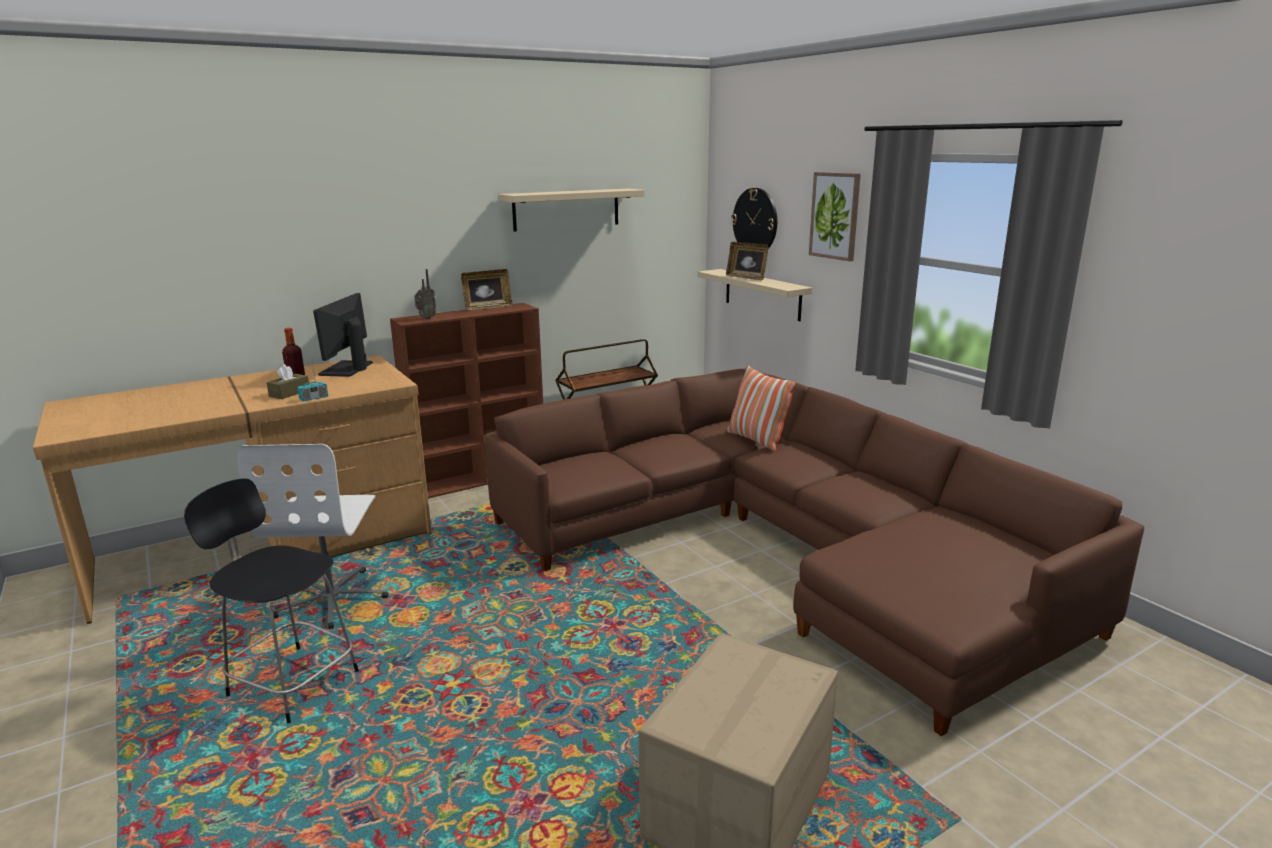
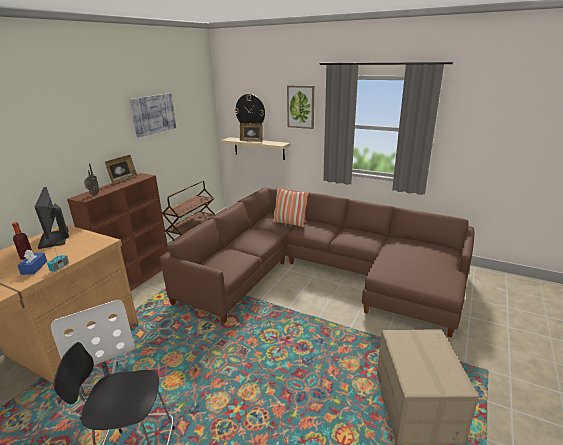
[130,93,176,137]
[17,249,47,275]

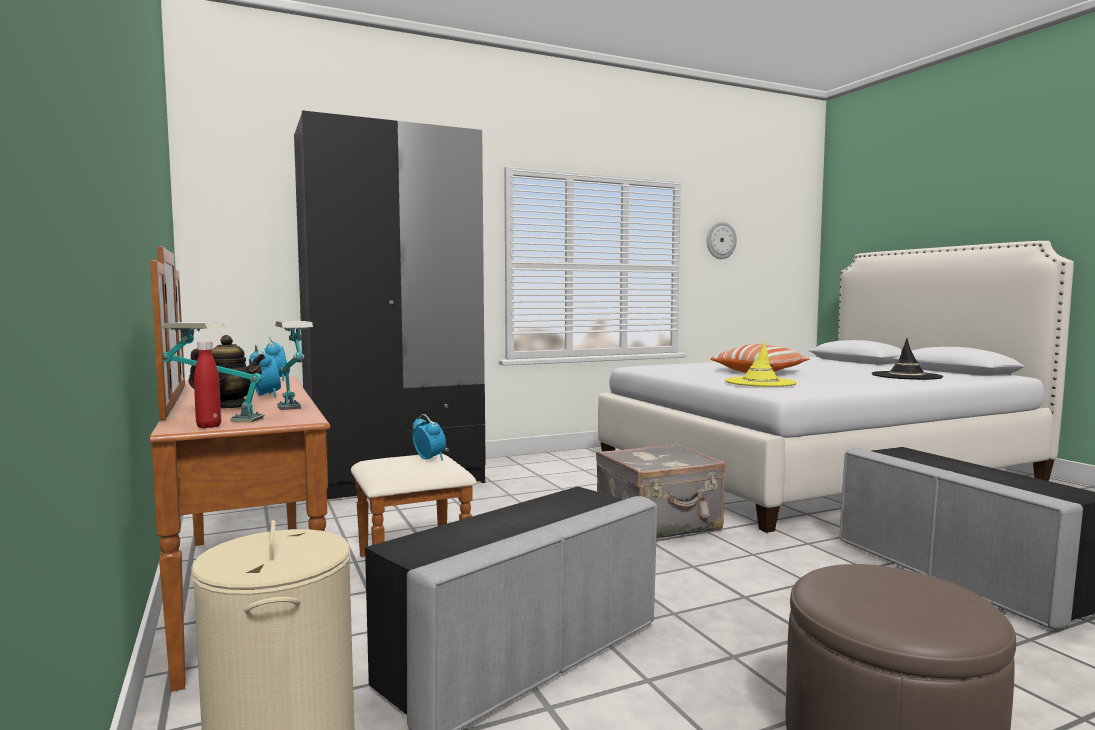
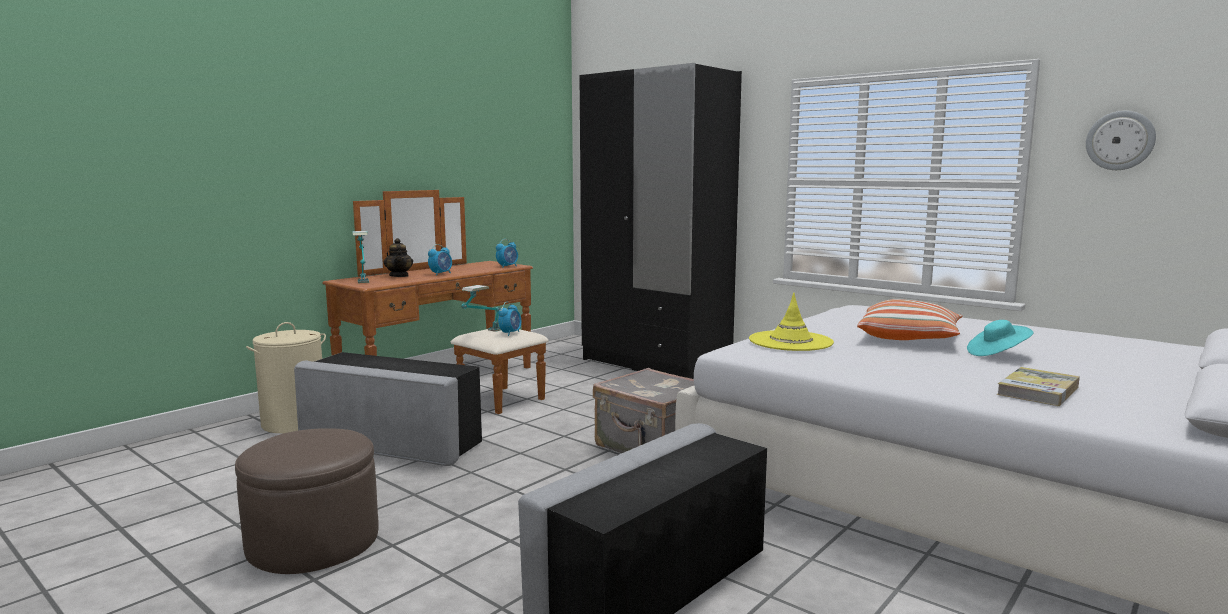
[462,285,501,332]
[997,367,1080,406]
[194,341,221,428] (first image)
[967,320,1034,356]

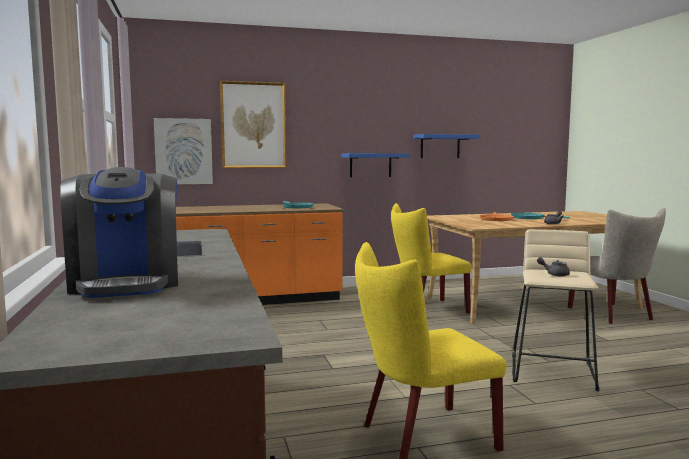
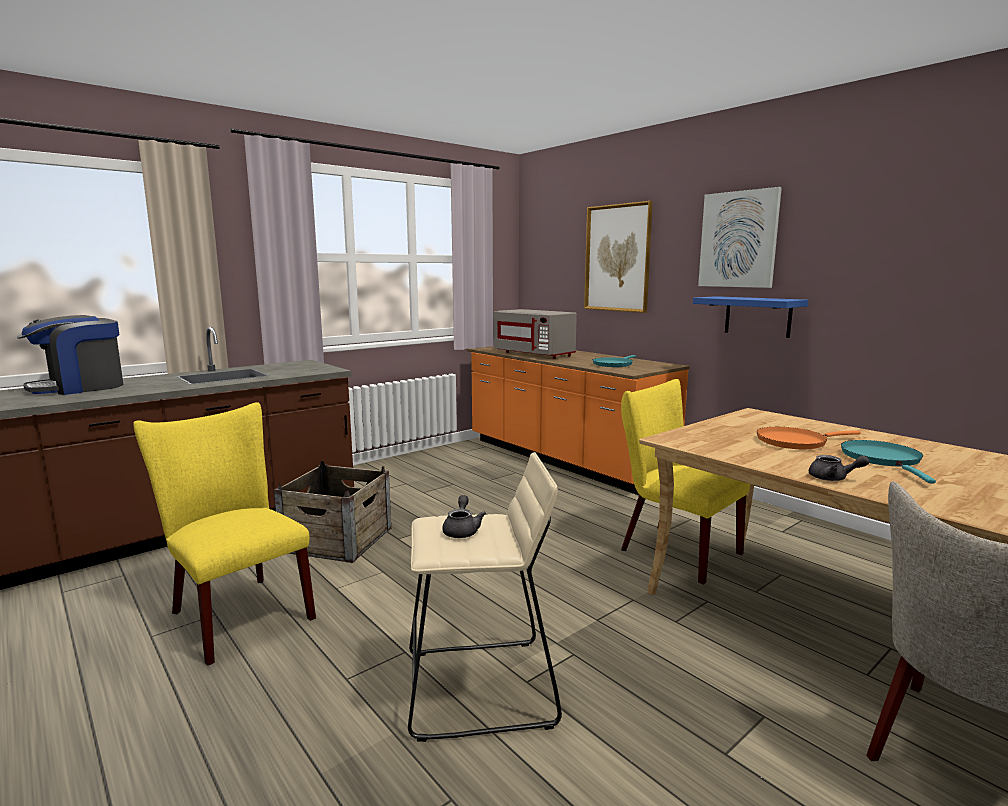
[698,187,782,288]
[413,134,480,158] (first image)
[494,309,577,359]
[274,461,391,563]

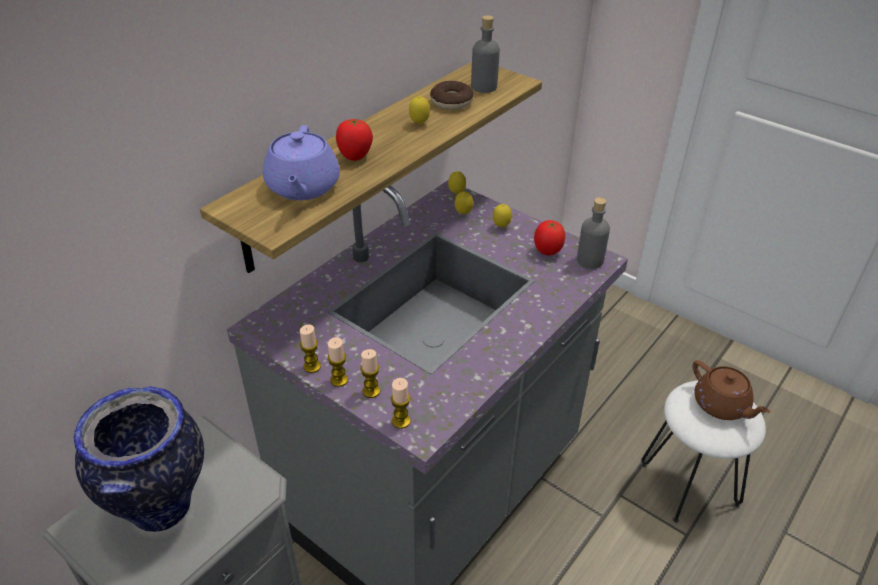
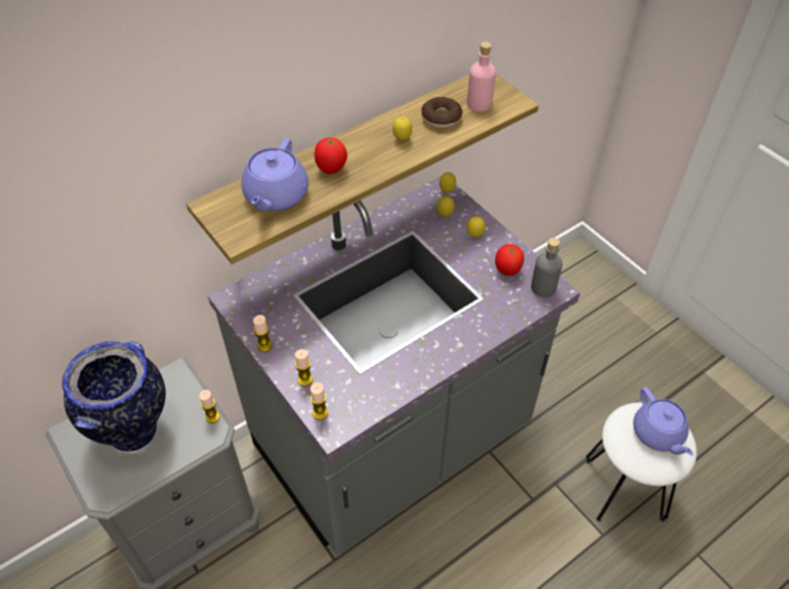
[467,42,496,112]
[199,390,220,423]
[633,387,693,456]

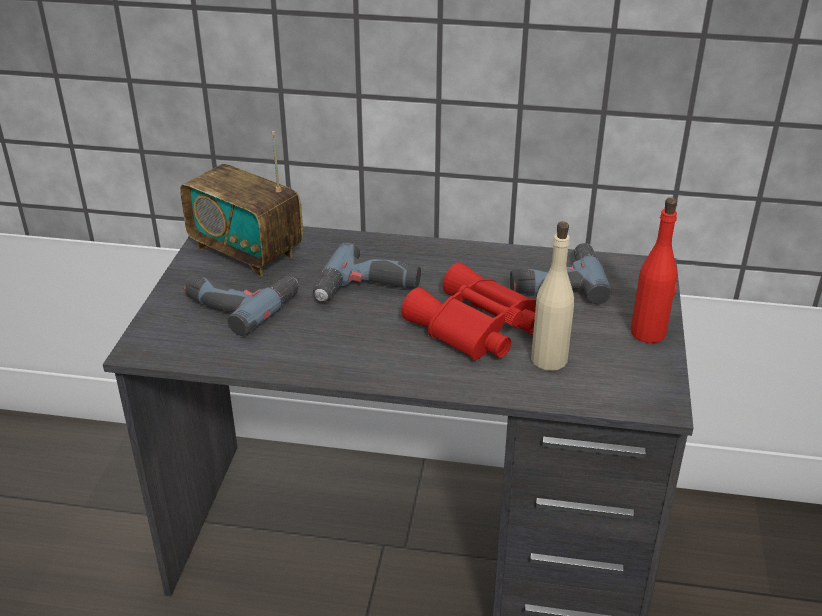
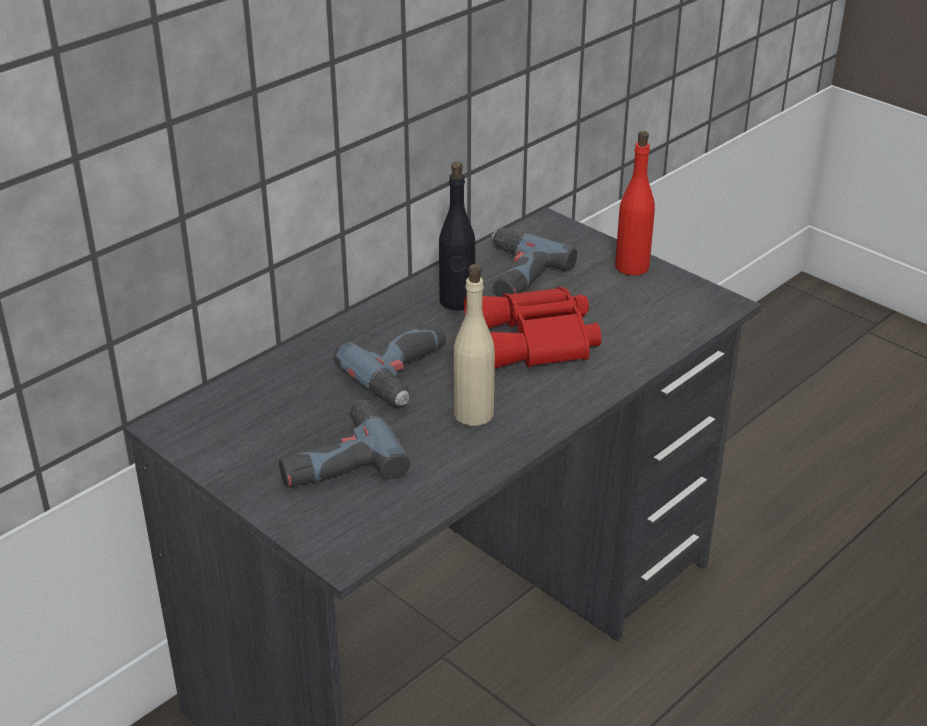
[180,131,303,276] (first image)
[454,264,495,426]
[439,162,475,310]

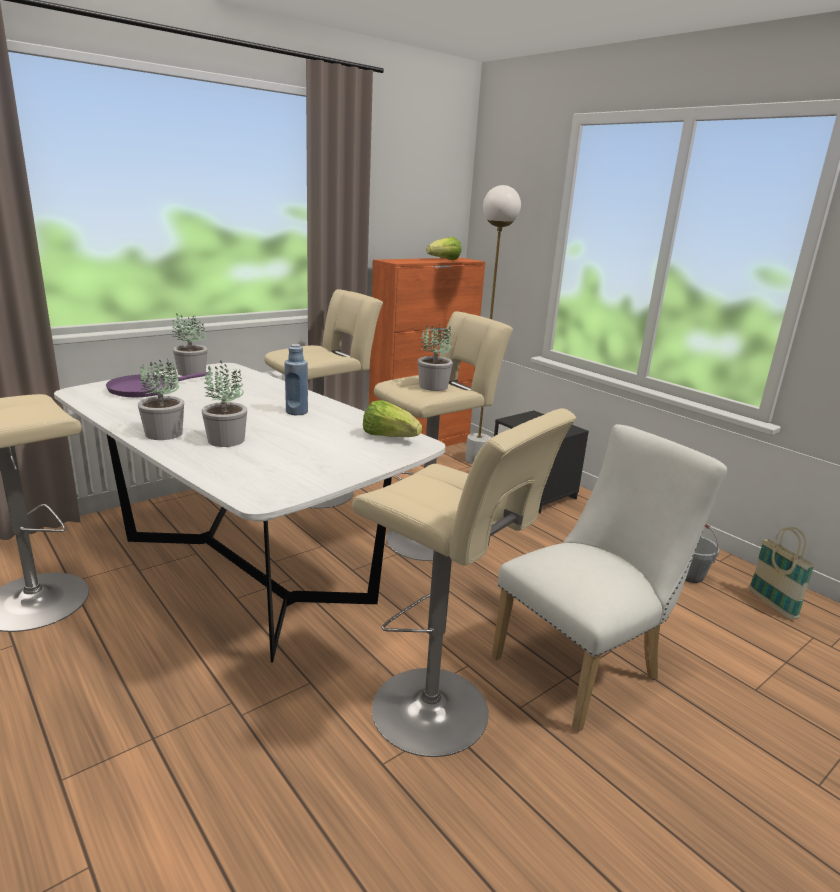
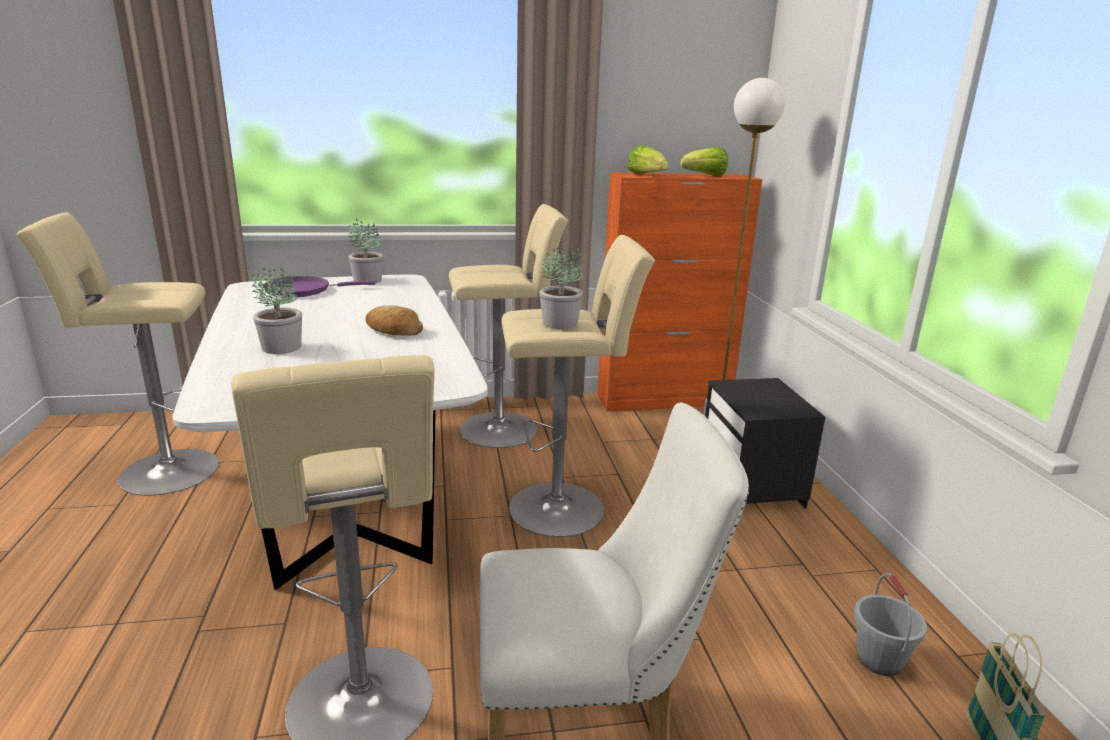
[365,305,423,336]
[138,359,184,440] (first image)
[627,145,668,174]

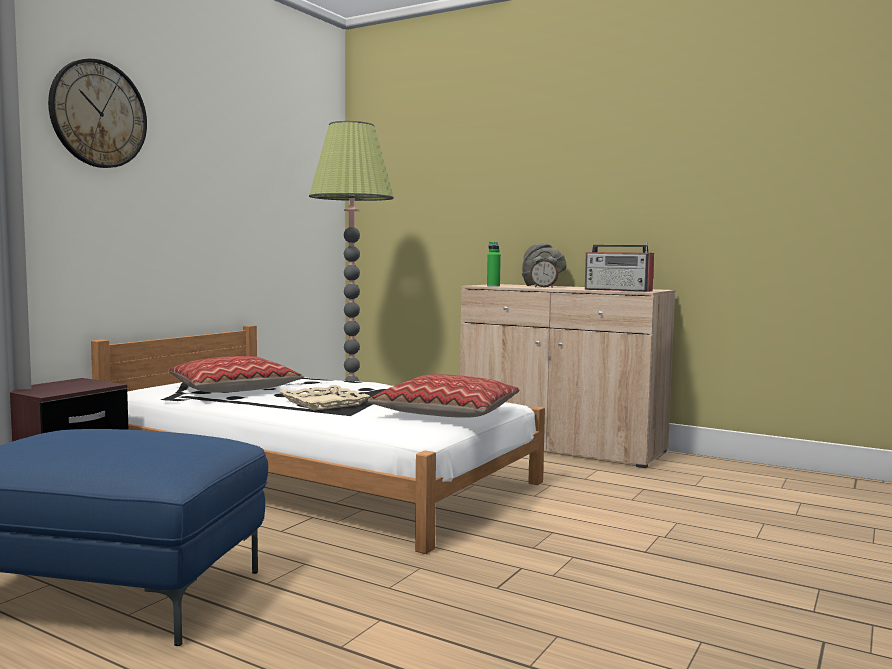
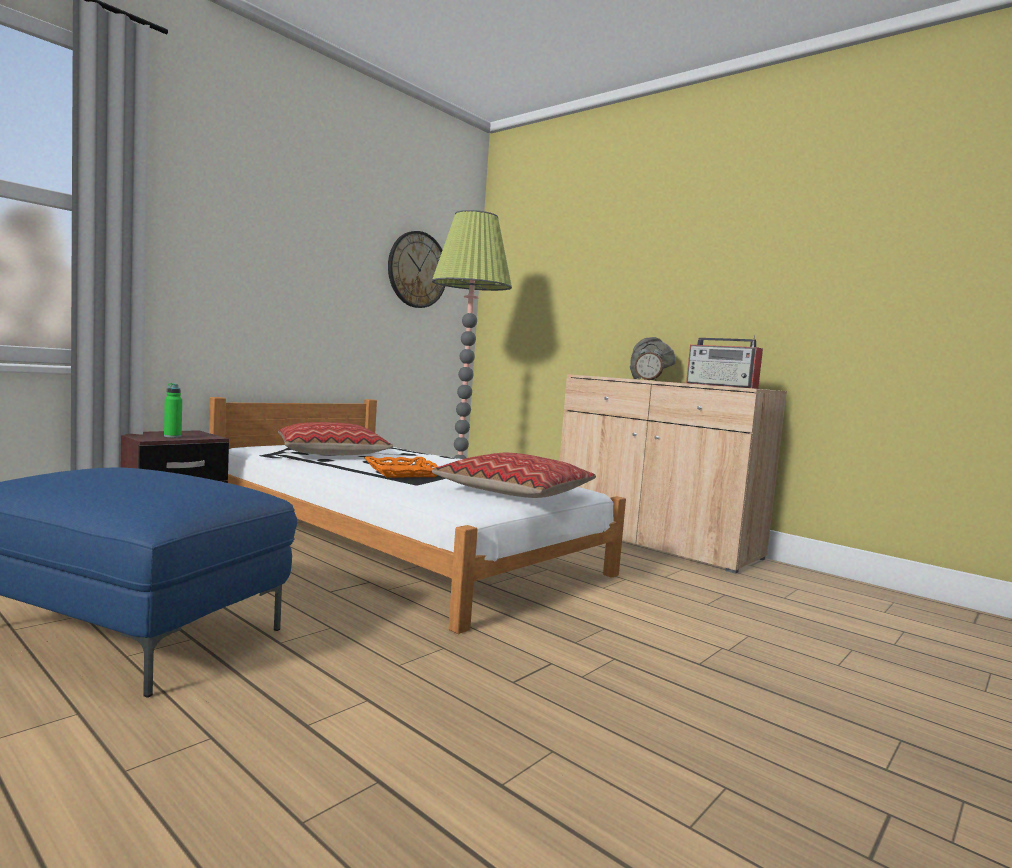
[388,231,445,308]
[164,383,182,438]
[364,456,440,478]

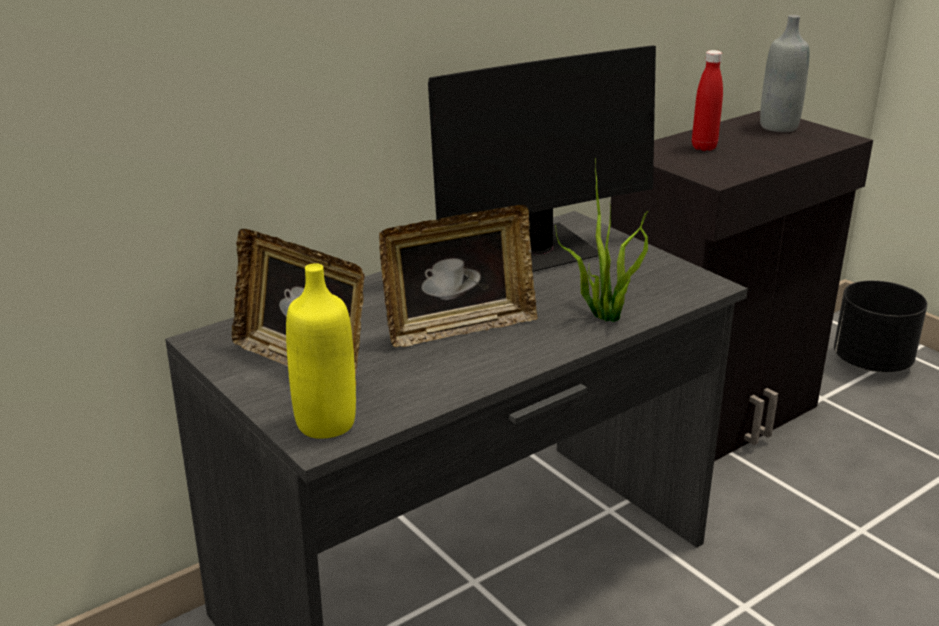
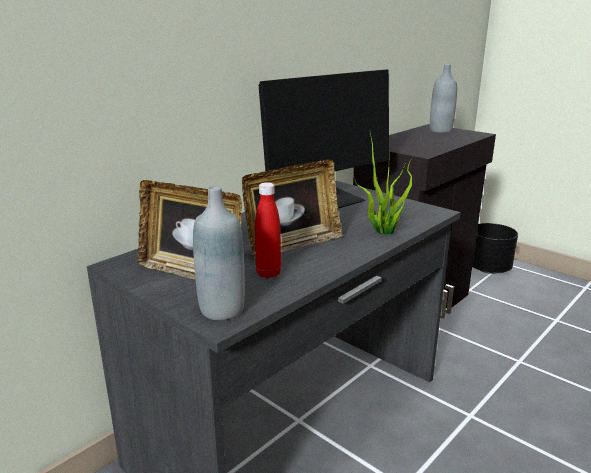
[255,182,281,278]
[193,186,245,320]

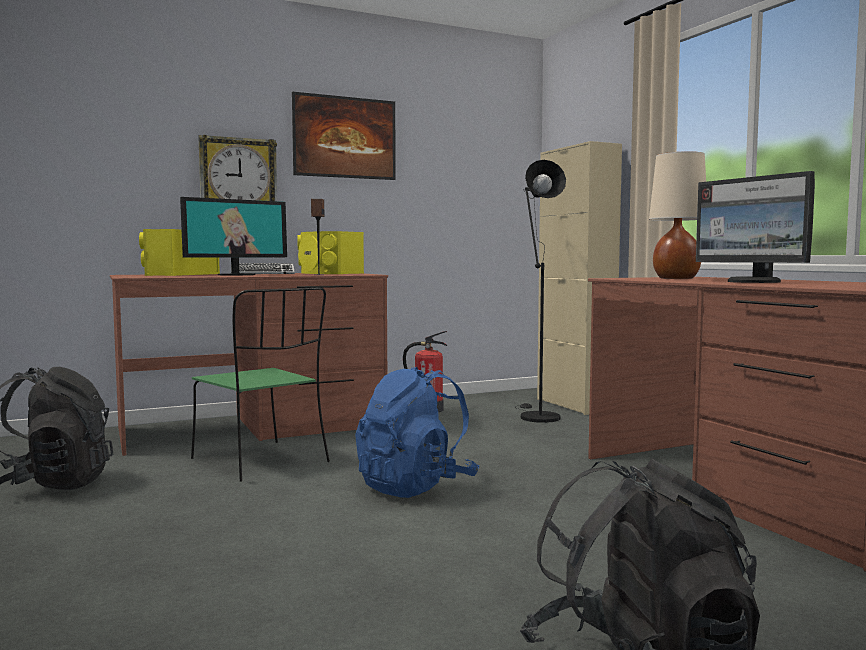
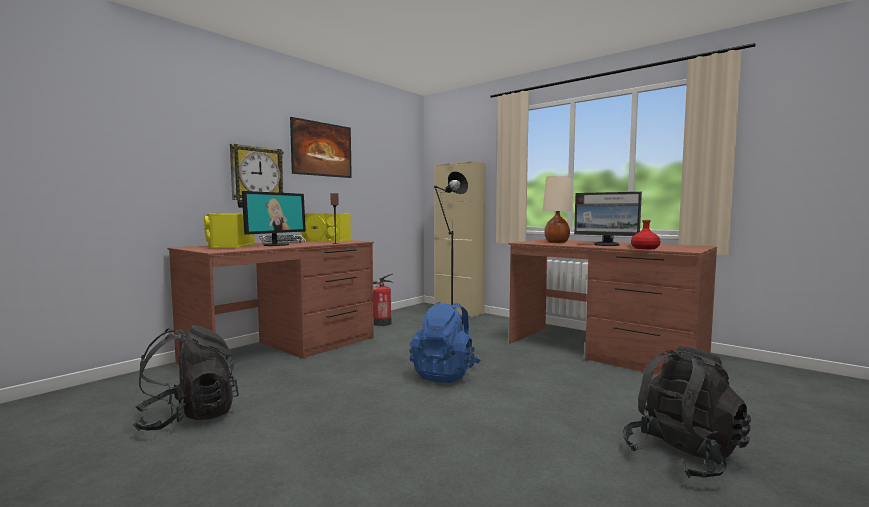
[191,287,330,482] (first image)
[631,220,660,249]

